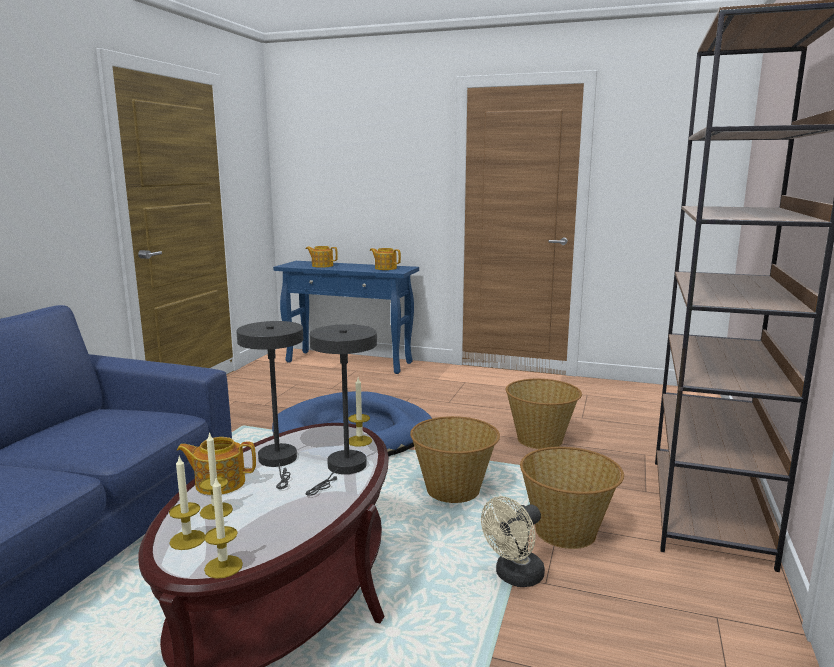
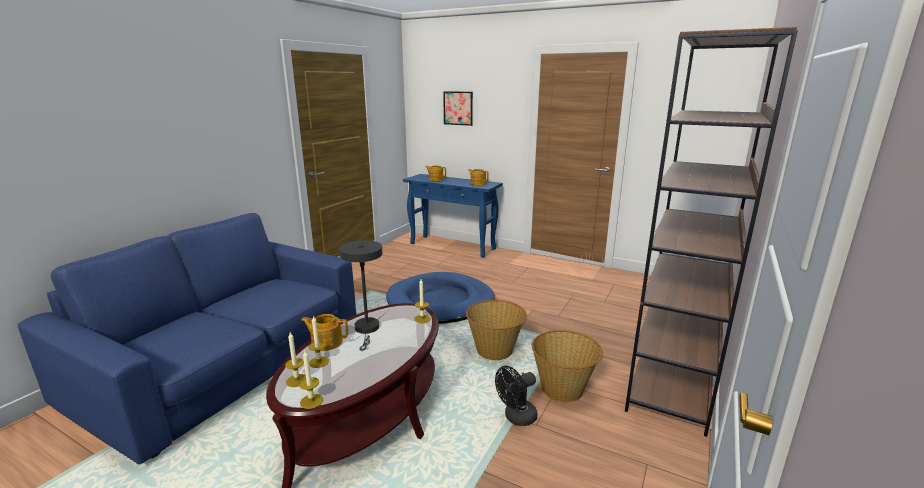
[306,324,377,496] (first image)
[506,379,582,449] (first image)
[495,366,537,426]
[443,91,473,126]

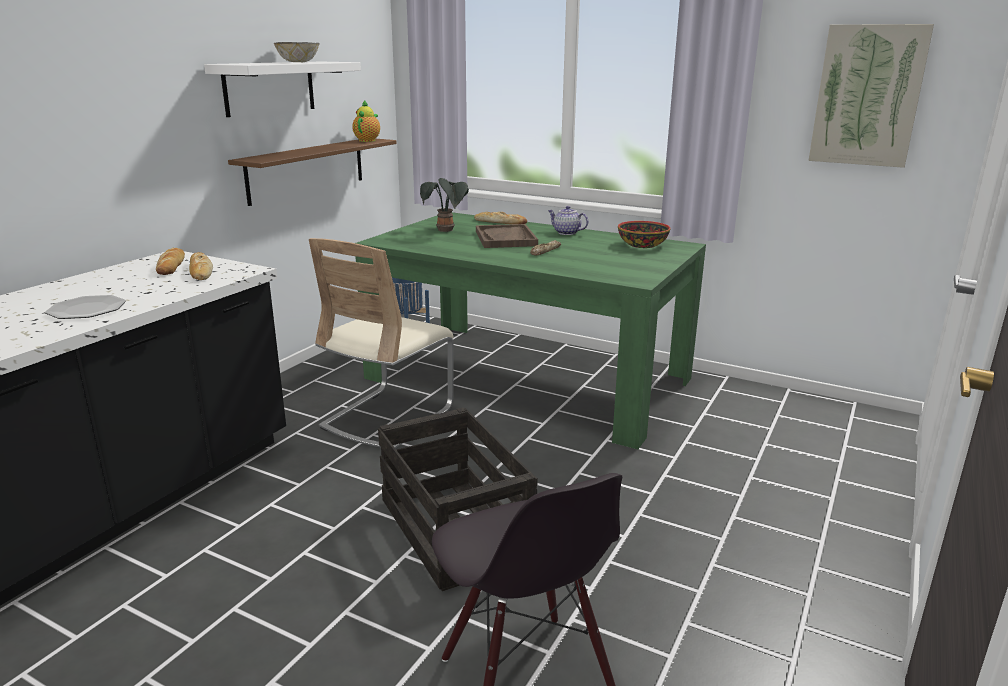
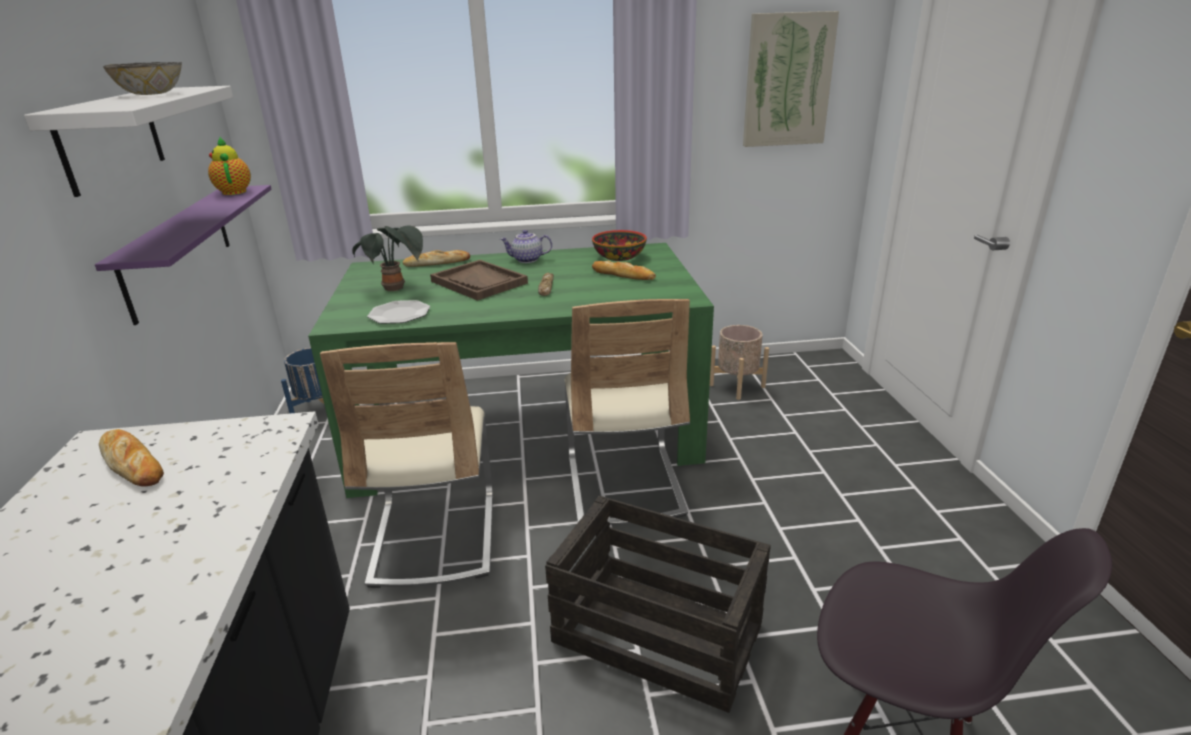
[95,185,272,325]
[592,260,656,280]
[367,300,430,324]
[564,299,690,525]
[710,325,769,400]

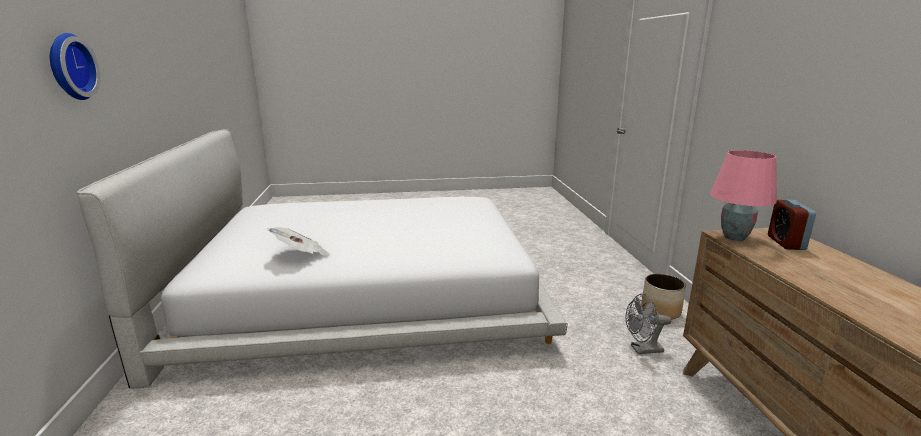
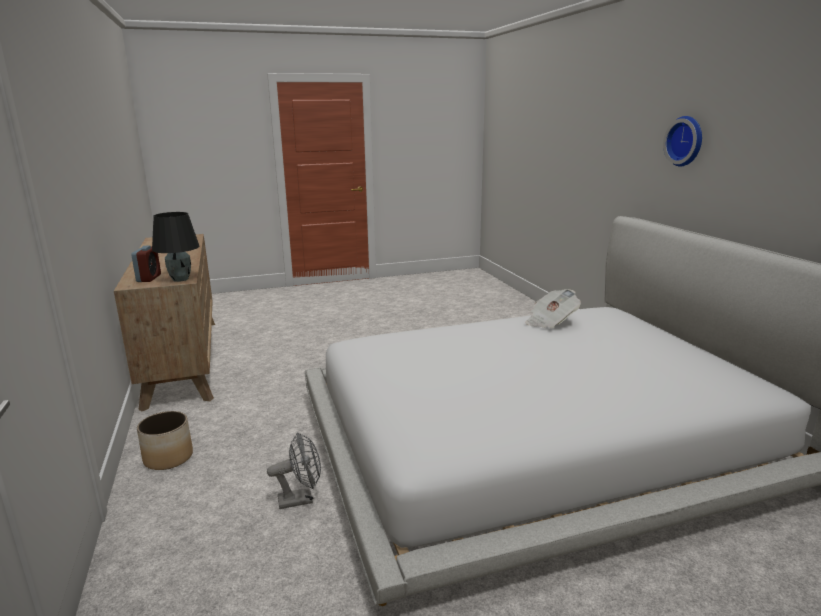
[152,212,200,282]
[267,432,321,509]

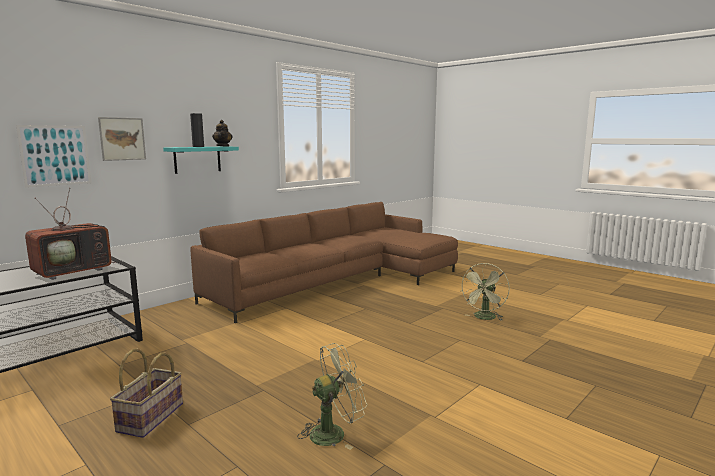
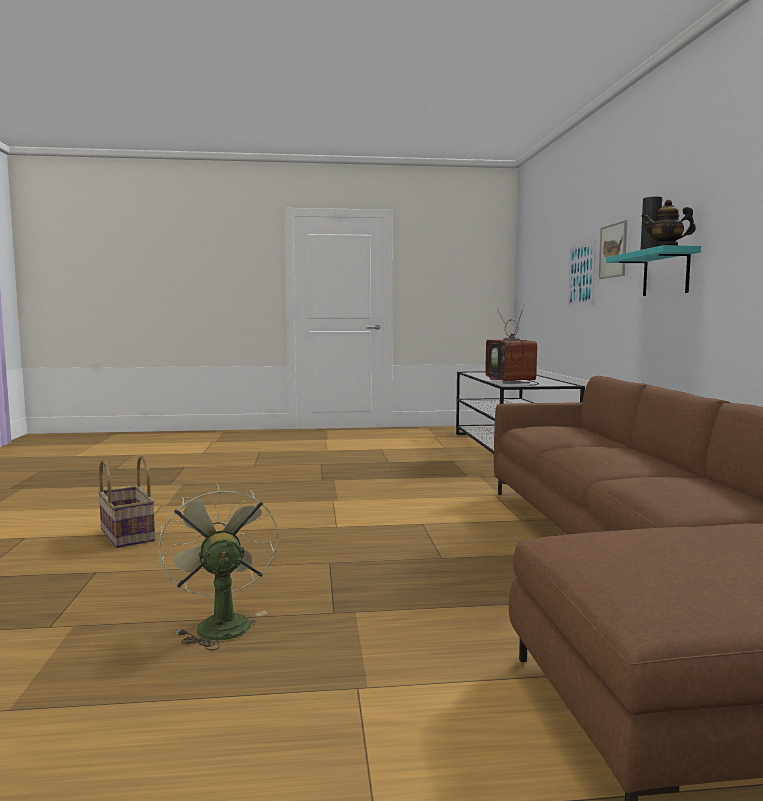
[297,343,368,450] (first image)
[98,455,155,548]

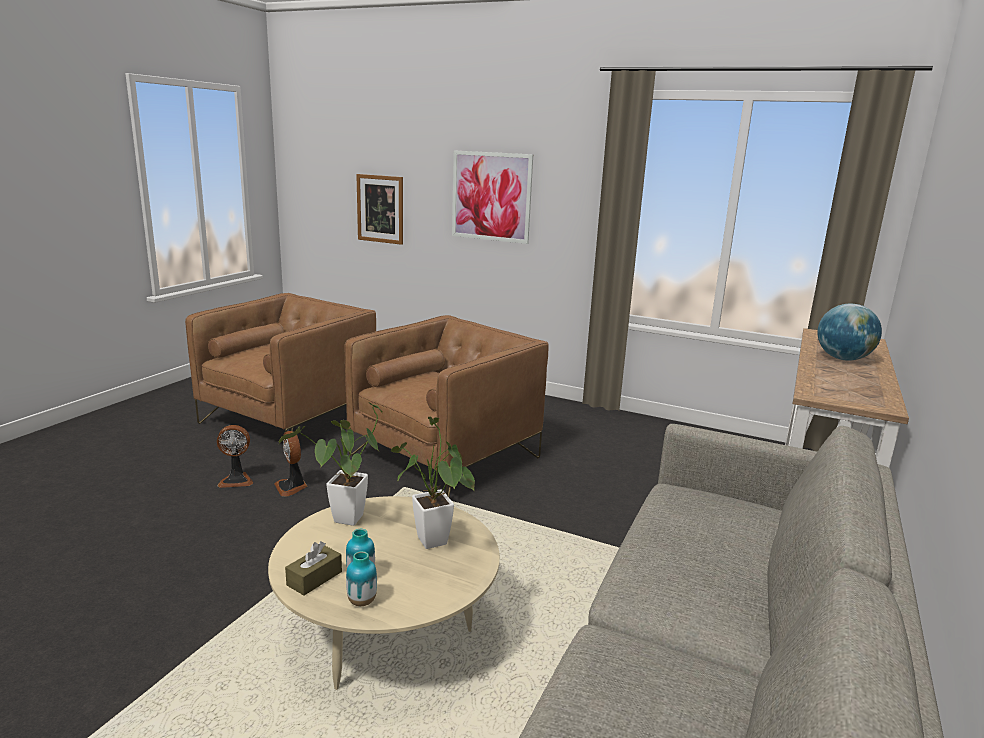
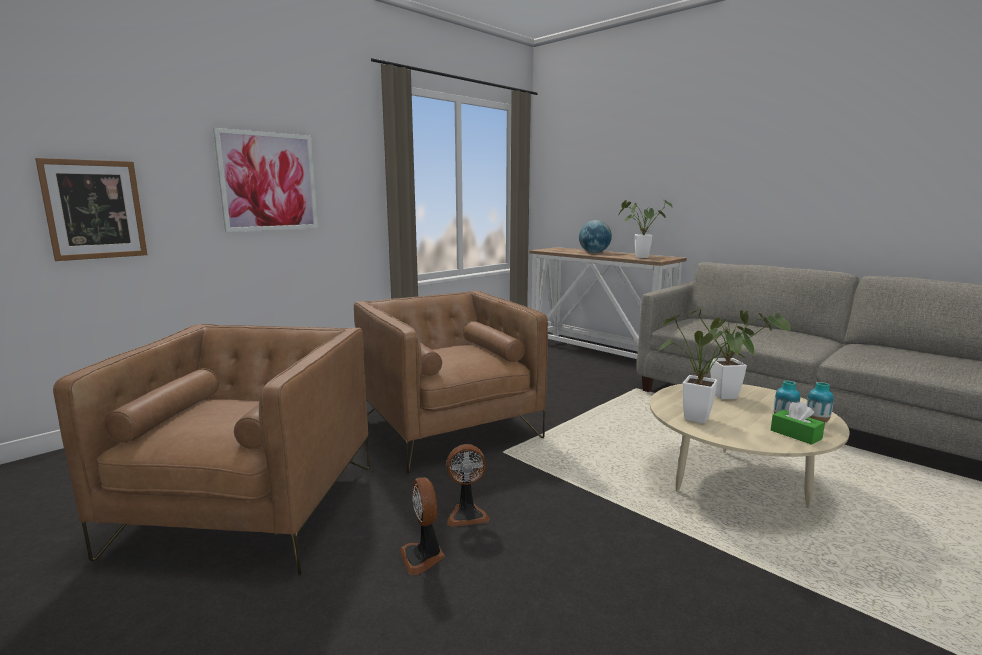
[53,324,370,576]
[399,477,445,575]
[771,401,825,445]
[619,200,673,258]

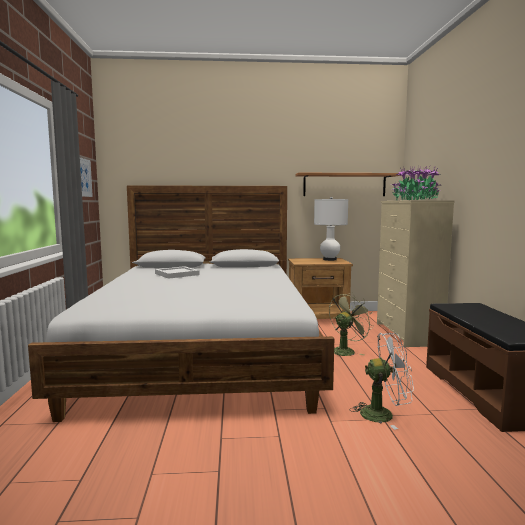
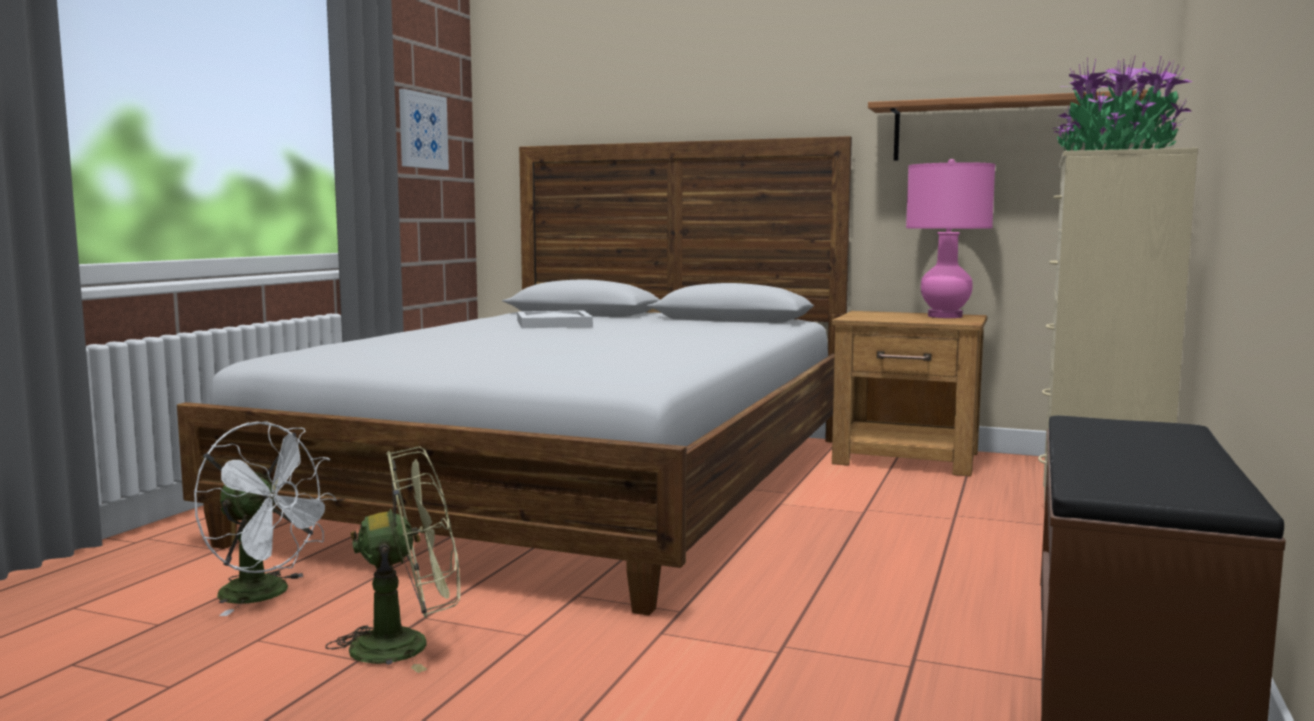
[906,159,995,318]
[325,446,460,673]
[194,421,337,616]

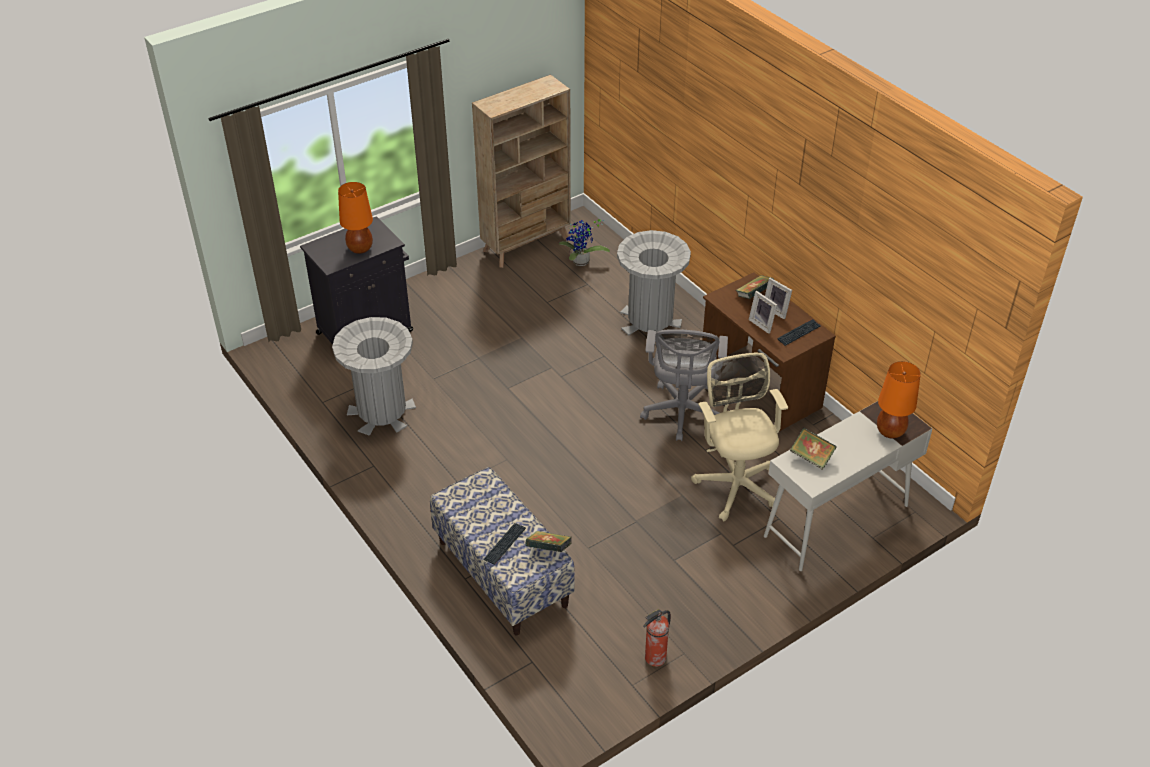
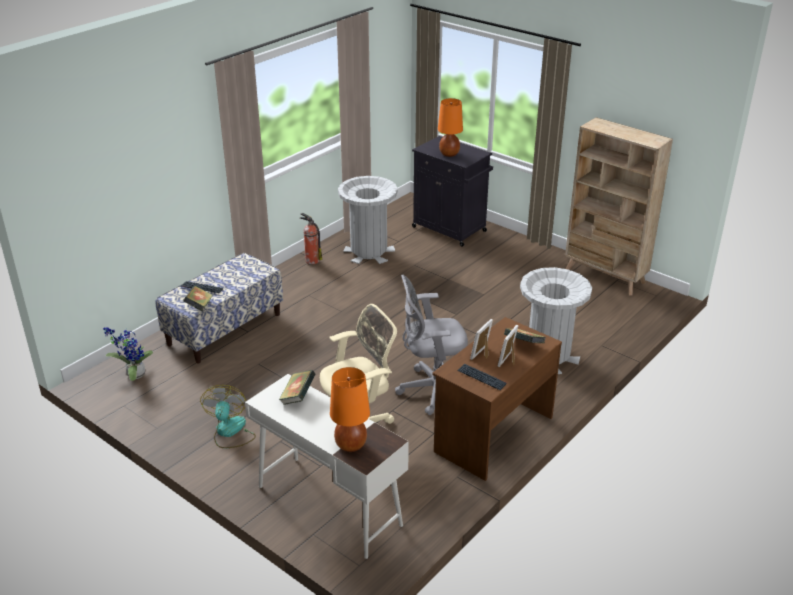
[103,327,153,381]
[299,213,322,265]
[200,385,256,448]

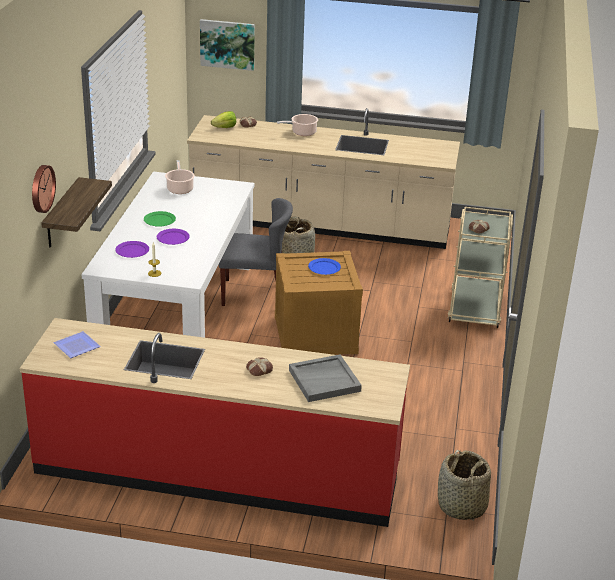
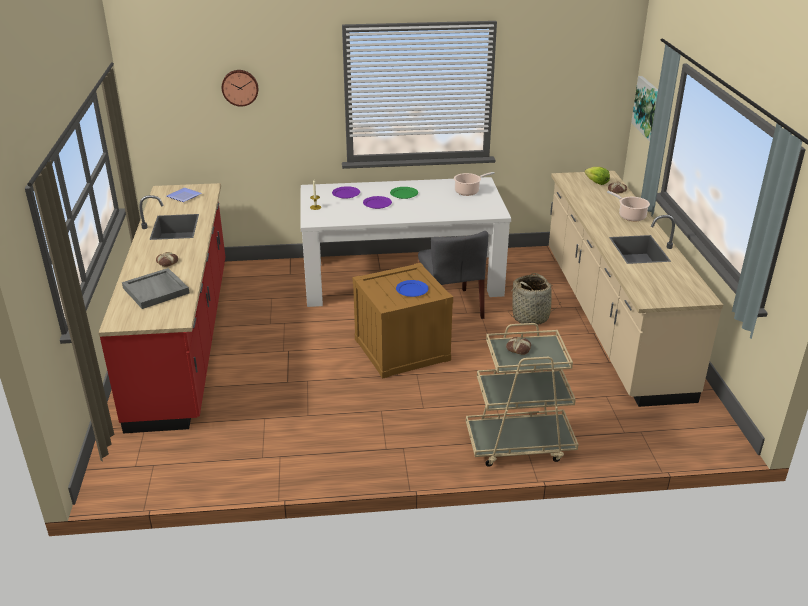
[41,177,112,247] (first image)
[438,450,491,521] (first image)

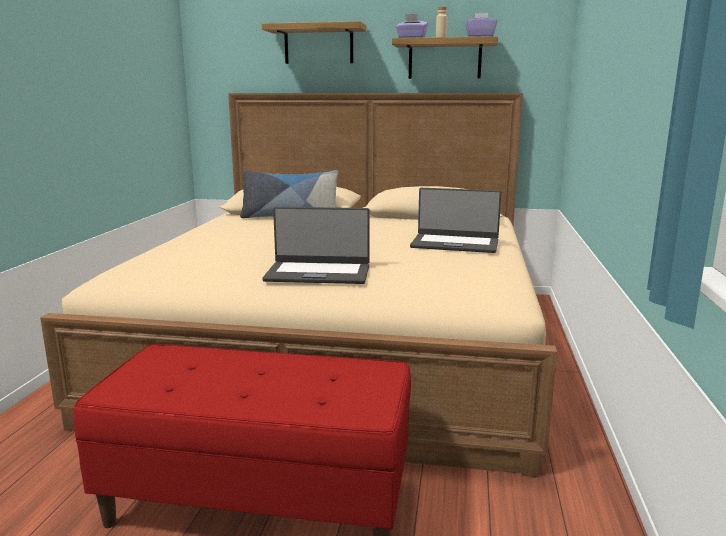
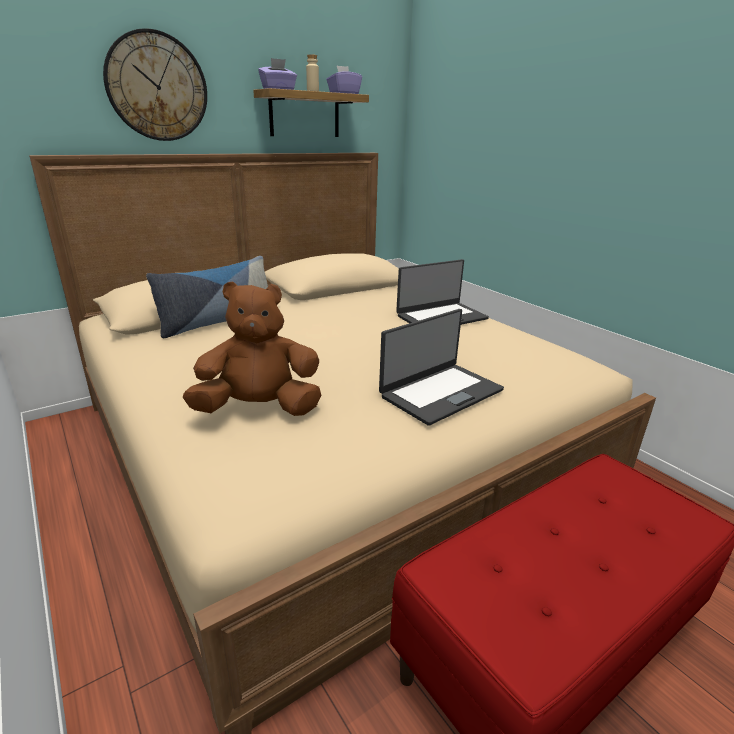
[103,28,207,141]
[183,281,322,416]

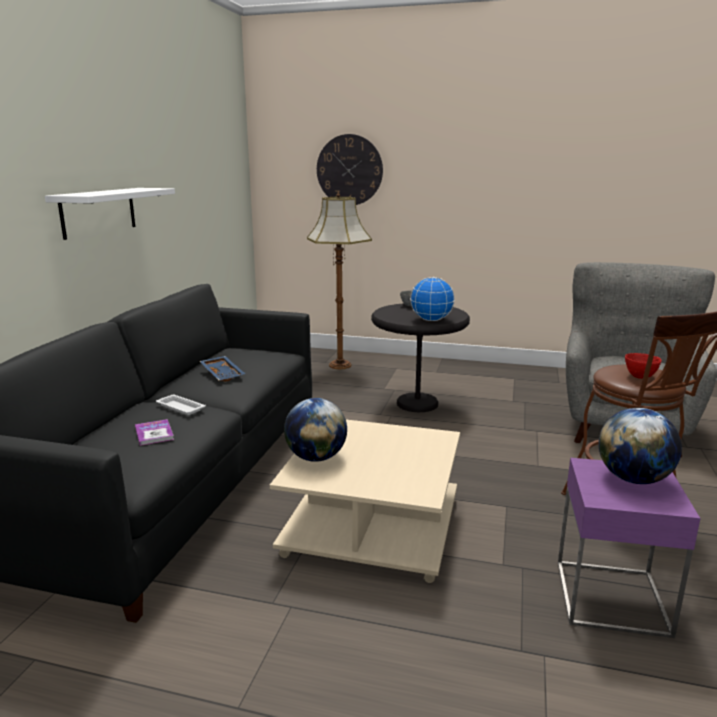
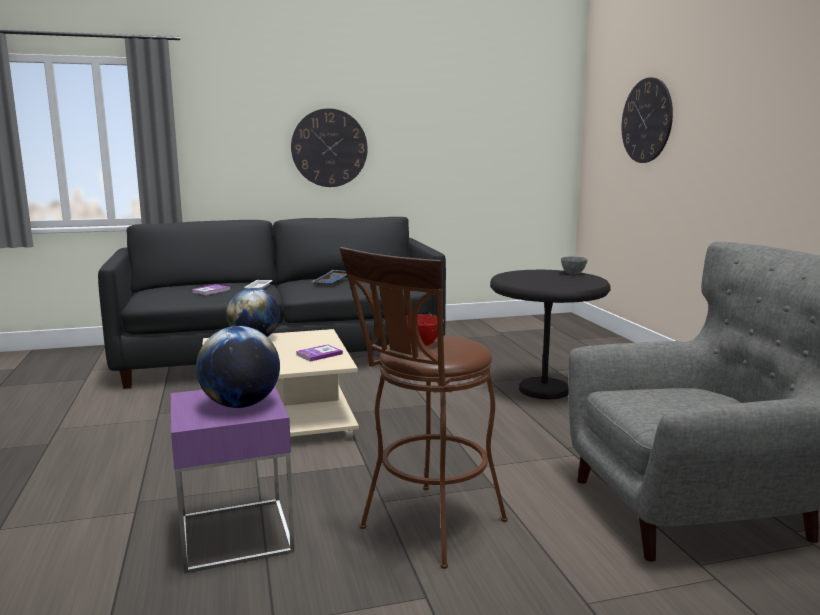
[291,108,368,187]
[307,192,372,369] (first image)
[410,277,455,321] (first image)
[296,344,343,362]

